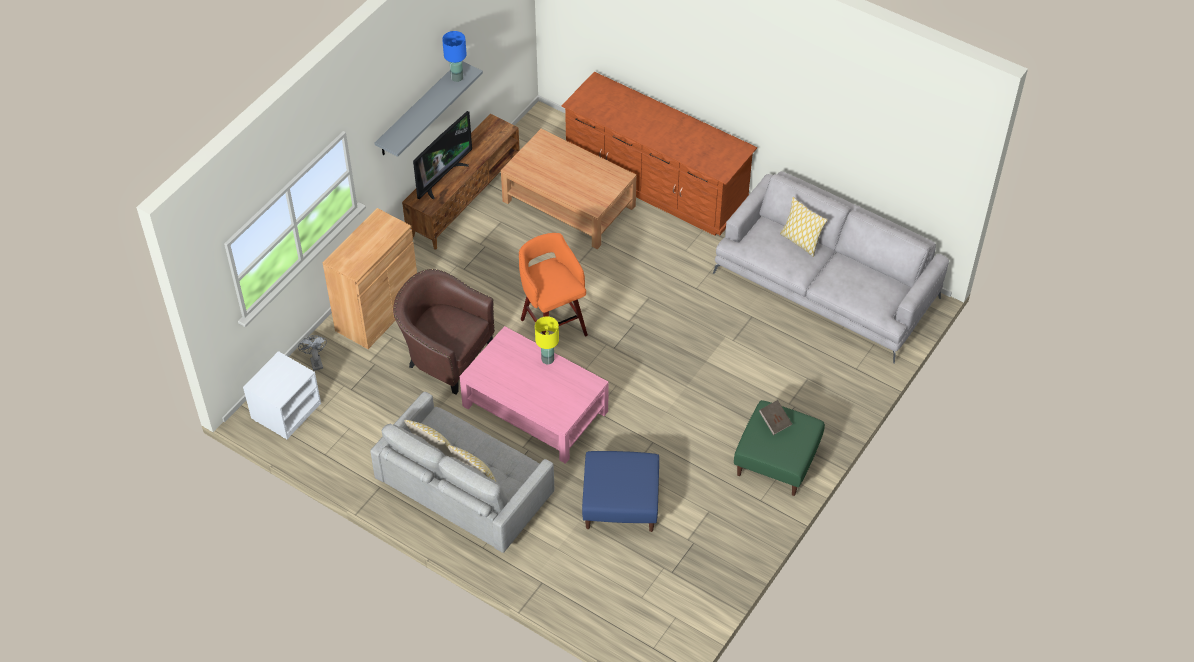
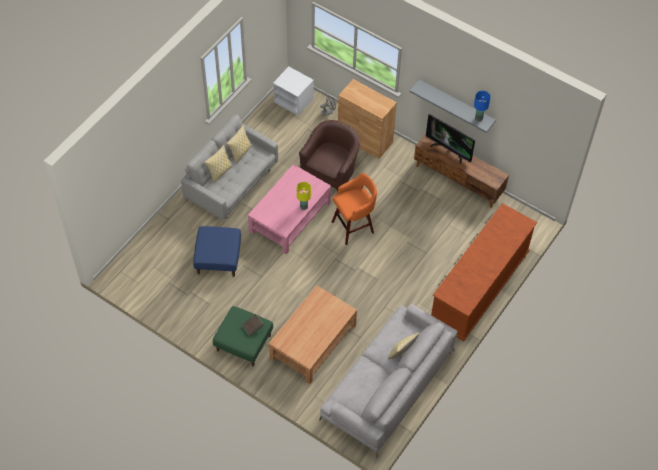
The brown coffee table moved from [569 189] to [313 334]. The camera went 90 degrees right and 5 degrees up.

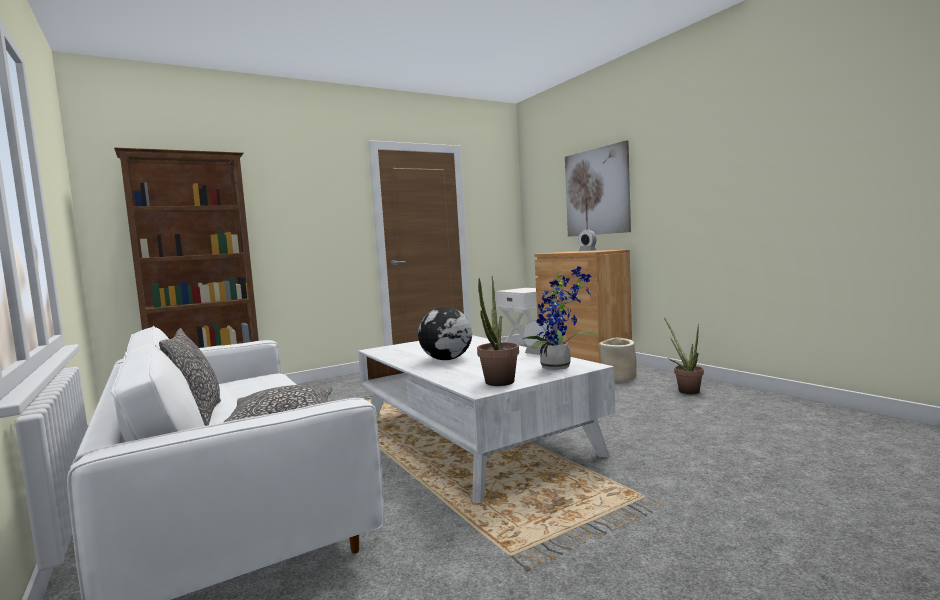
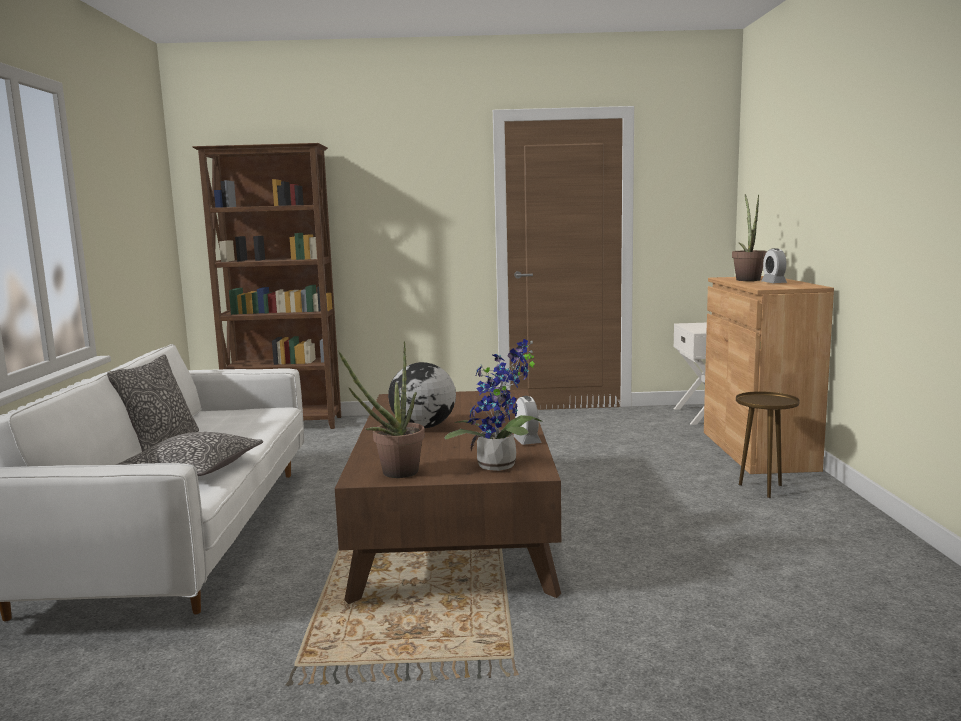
The white coffee table at [486 419] became the brown coffee table at [448 496]. The potted plant moved from [684 356] to [749 237]. The beige planter at [618 359] was replaced by the brown side table at [768 445]. The picture at [598 188] disappeared. The camera went 30 degrees right and 5 degrees up.

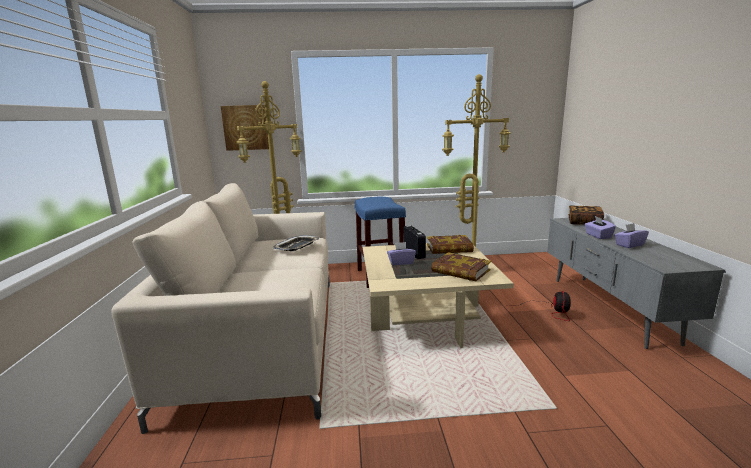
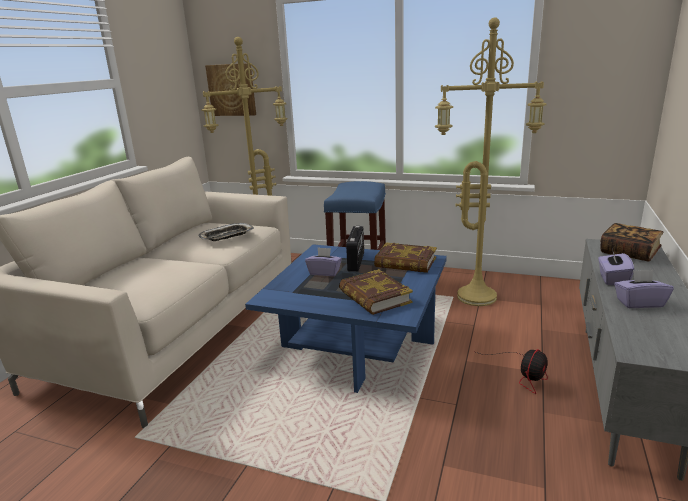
The beige coffee table at [438 295] became the blue coffee table at [346 318]. The camera went 25 degrees right and 5 degrees up.

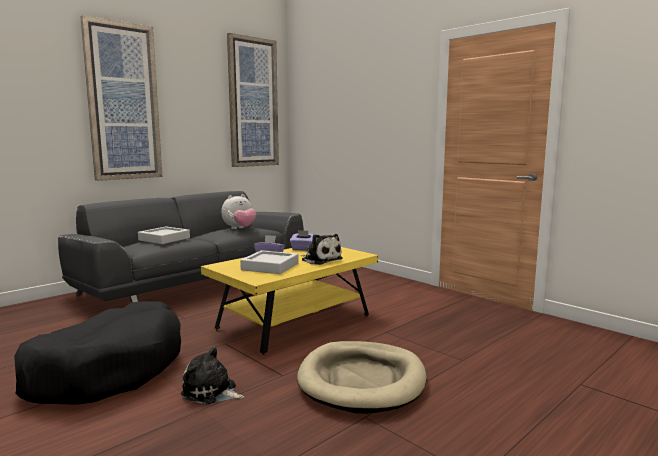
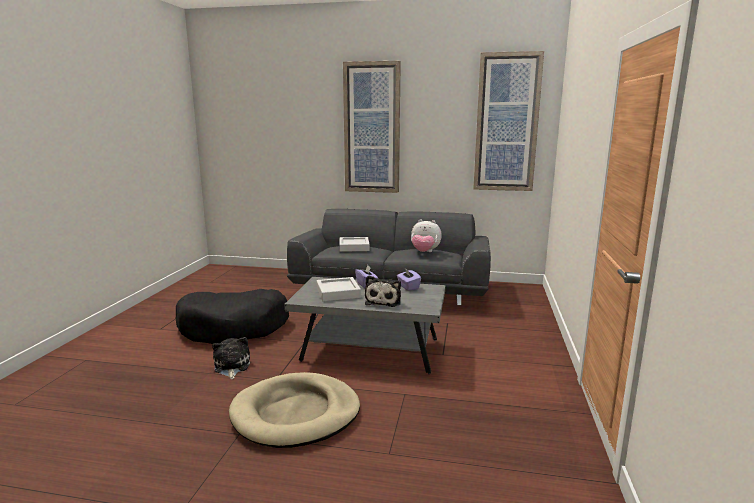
The yellow coffee table at [289 301] became the grey coffee table at [365 325]. The camera went 55 degrees right and 5 degrees up.

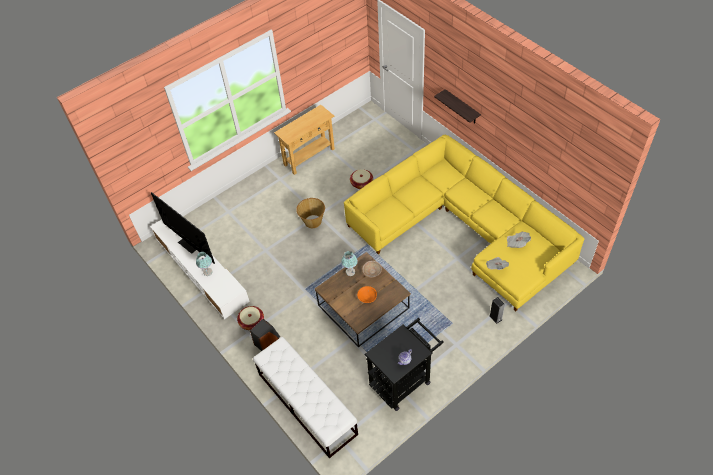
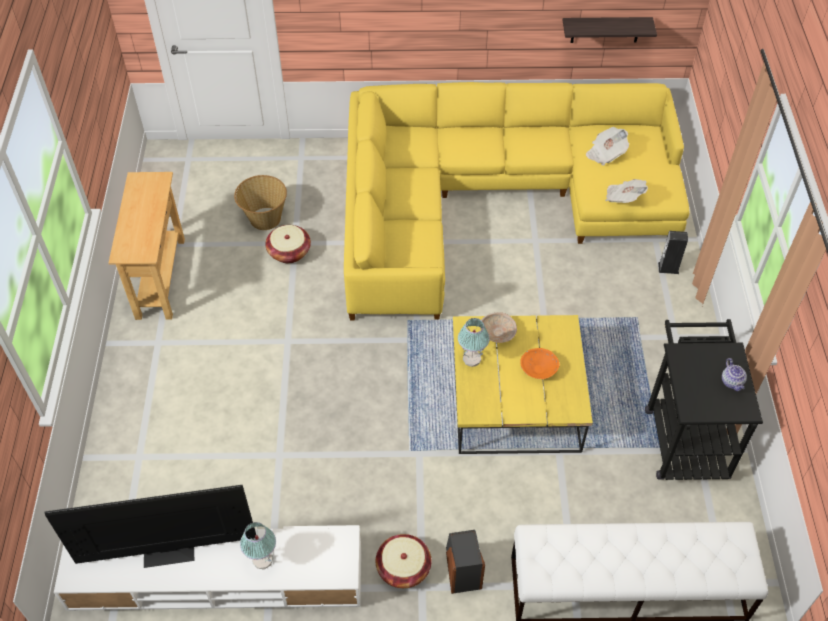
The basket moved from [310 213] to [260 202]. The brown coffee table at [363 299] became the yellow coffee table at [523 384]. The shelf moved from [457 106] to [609 30]. The camera went 55 degrees left and 0 degrees up.

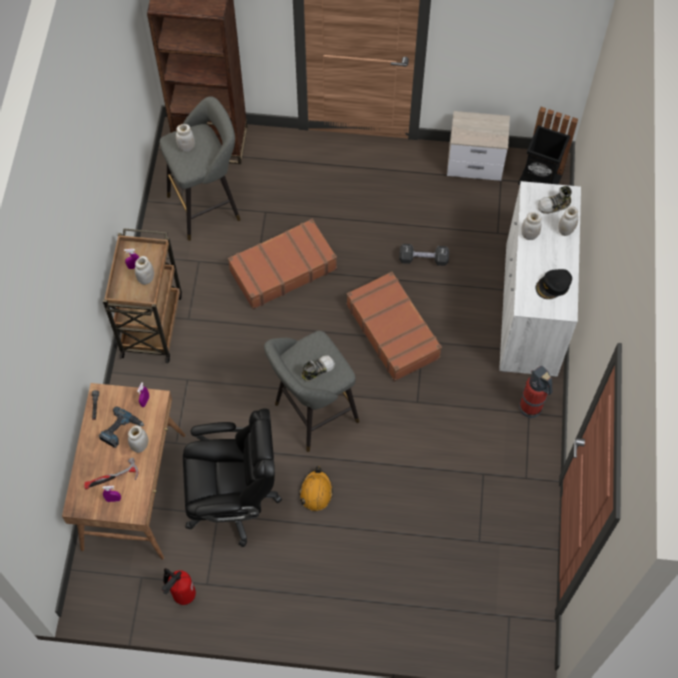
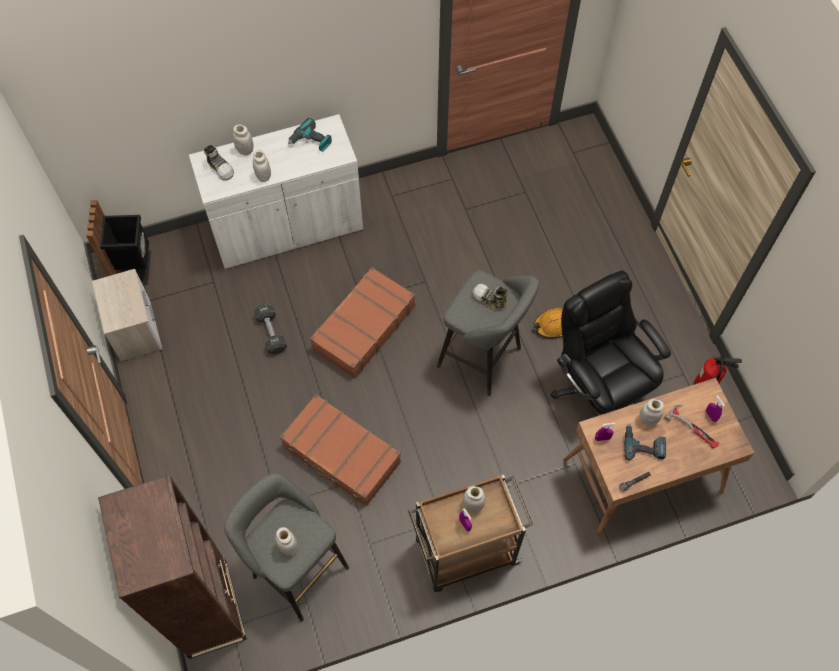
The black cap at [554 284] was replaced by the power drill at [310 135]. The fire extinguisher at [535 392] disappeared. The camera went 115 degrees left and 0 degrees up.

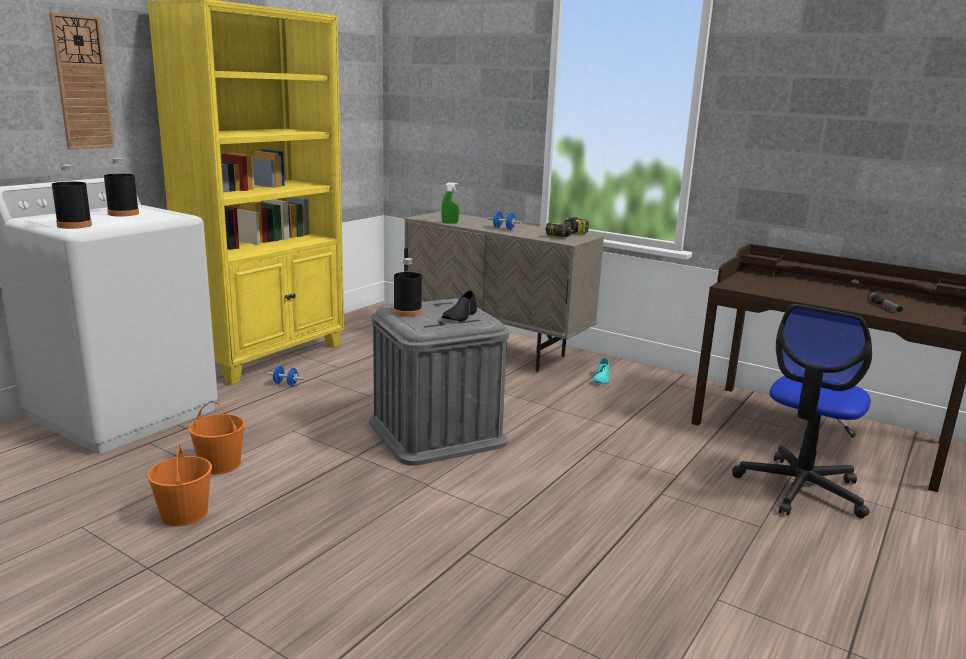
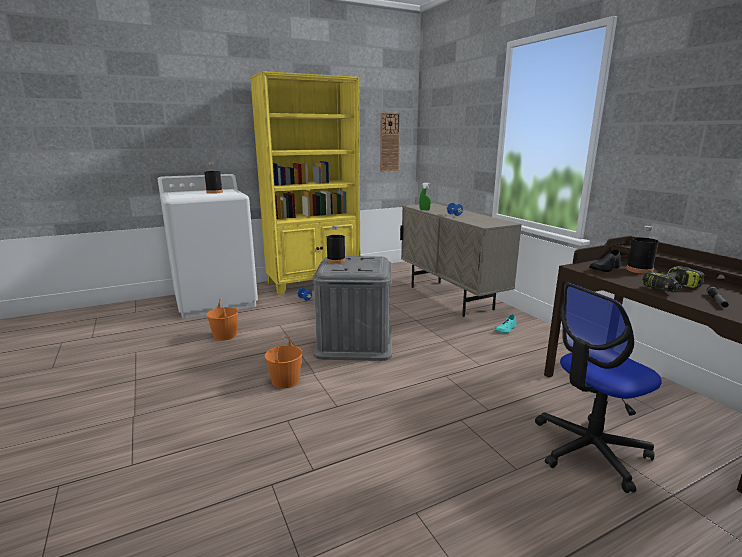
The orange bucket moved from [179 484] to [284 362]. The wall clock moved from [82 81] to [390 141]. The black shoe moved from [459 305] to [605 260]. The black bottle moved from [72 197] to [642 250]. The power drill moved from [567 227] to [673 279]. The camera went 30 degrees right and 0 degrees up.

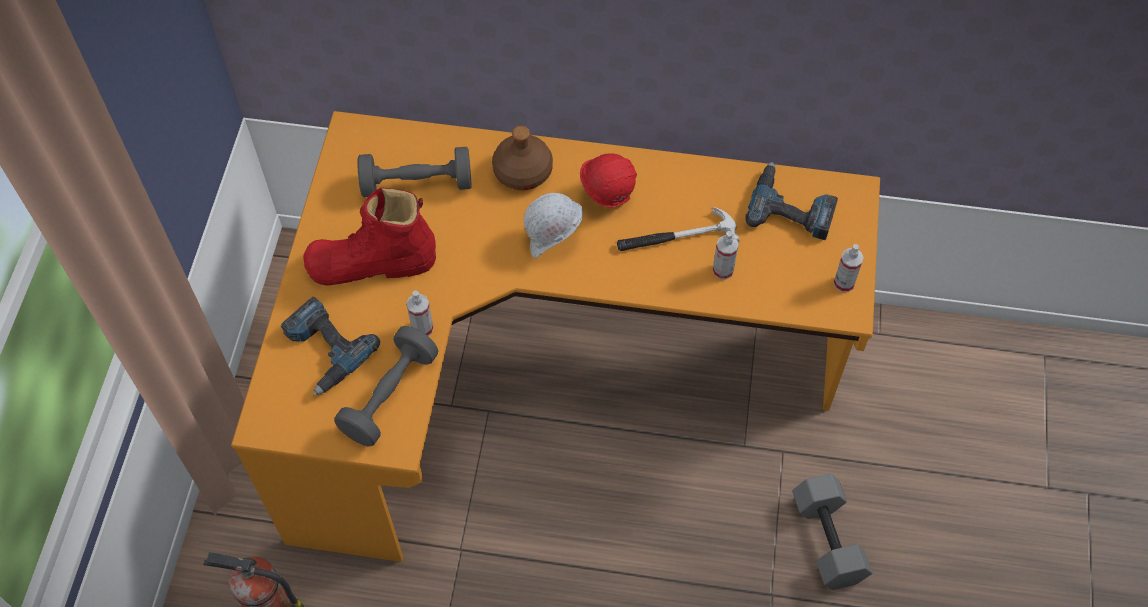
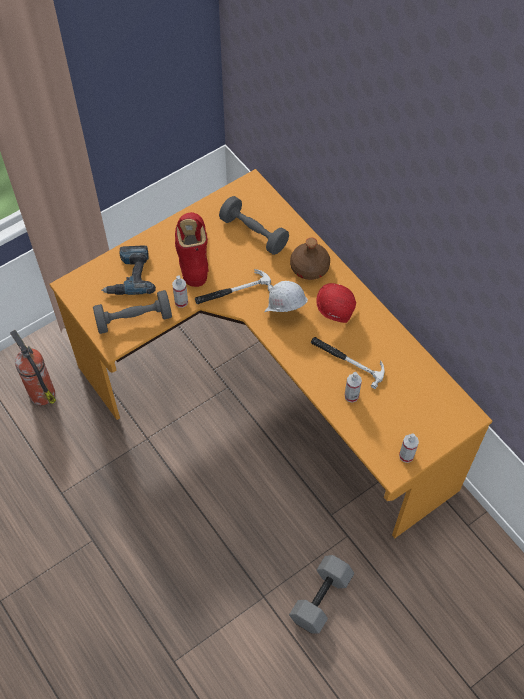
The red boot at [369 236] turned 45 degrees clockwise. The hammer at [234 286] appeared. The power drill at [791 201] disappeared. The camera went 45 degrees right and 0 degrees up.

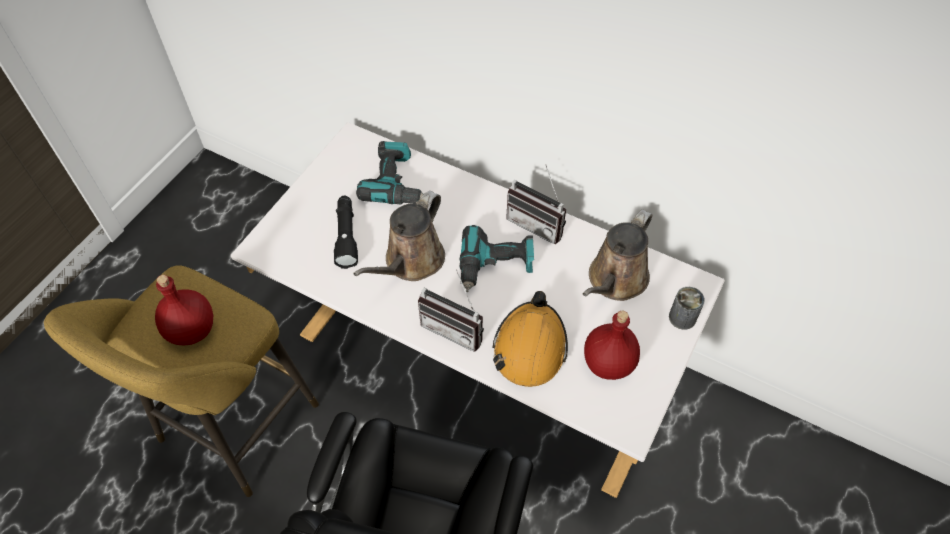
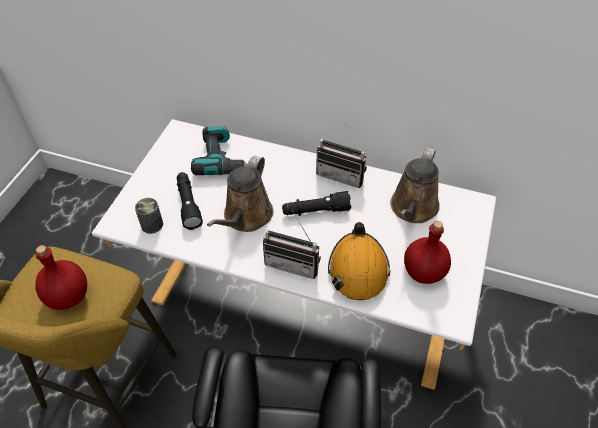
The can moved from [687 308] to [149 216]. The power drill at [496 258] was replaced by the black flashlight at [316 203]. The camera went 10 degrees left and 5 degrees down.

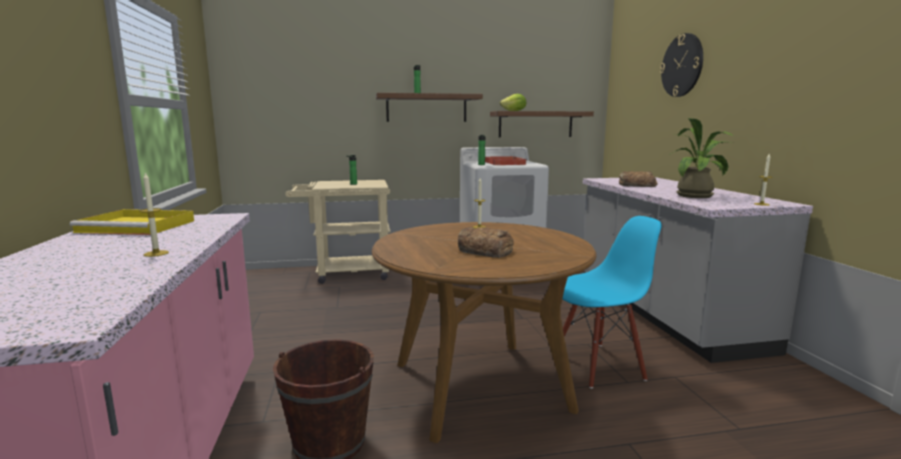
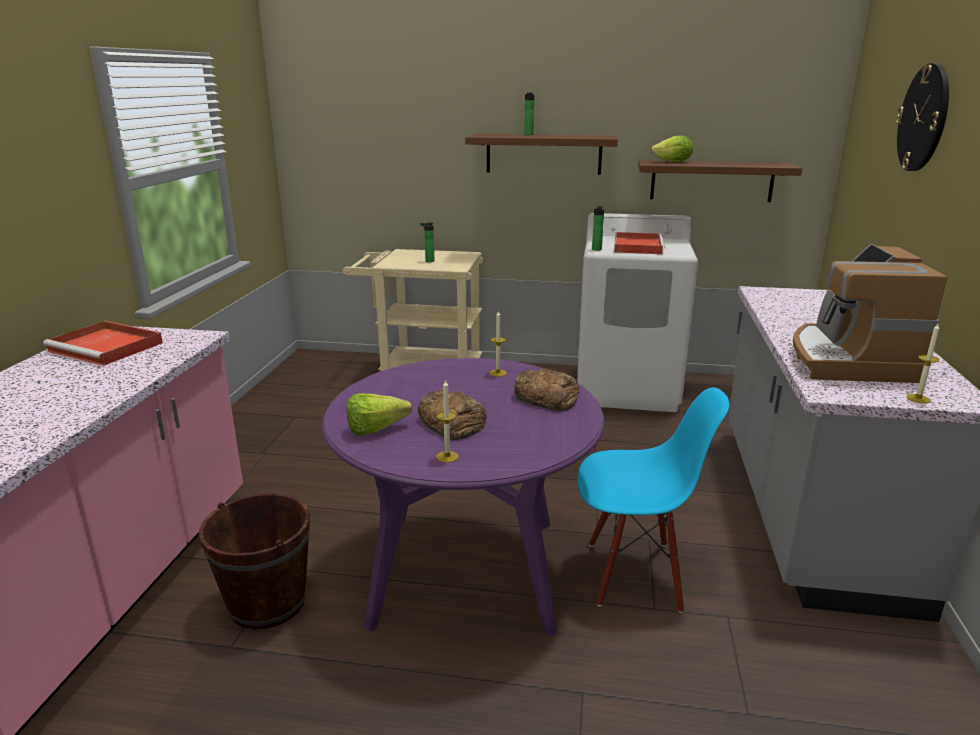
The yellow tray at [132 222] became the red tray at [103 343]. The brown dining table at [484 332] became the purple dining table at [463 497]. The lettuce at [380 414] appeared. The candle moved from [154 215] to [447 421]. The bread moved from [638 179] to [546 390]. The potted plant at [701 158] was replaced by the coffee machine at [870 313]. The camera went 20 degrees right and 10 degrees up.

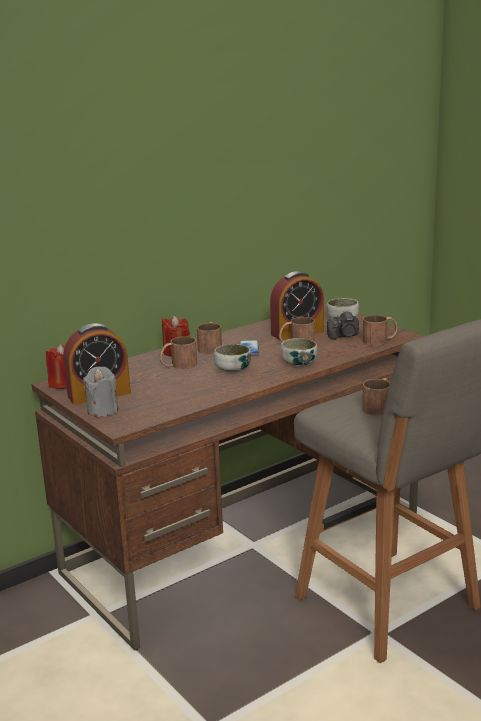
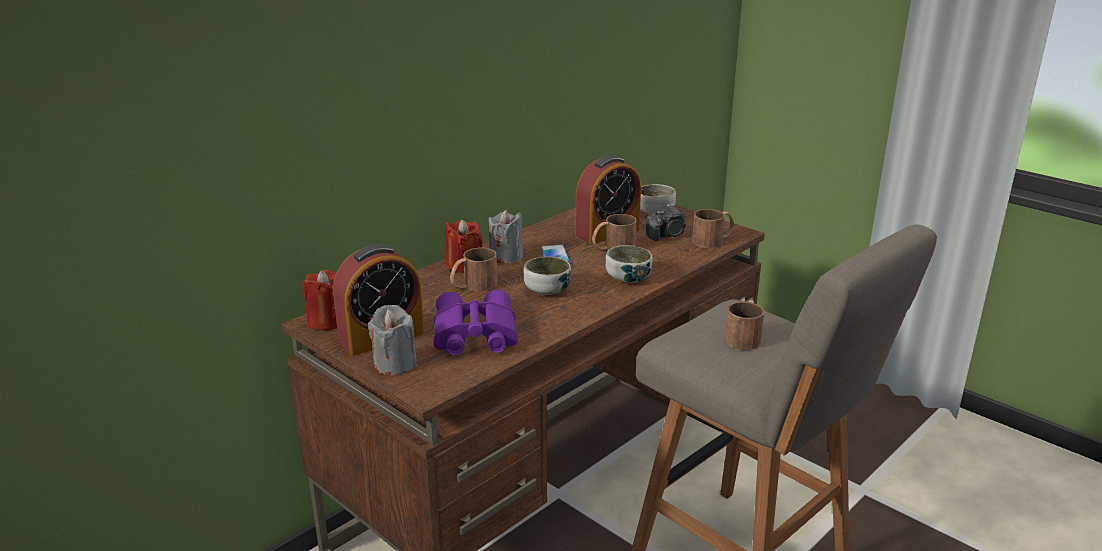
The purple binoculars at [476 322] appeared. The brown mug at [209 338] was replaced by the grey candle at [506 236]. The camera went 10 degrees left and 5 degrees up.

